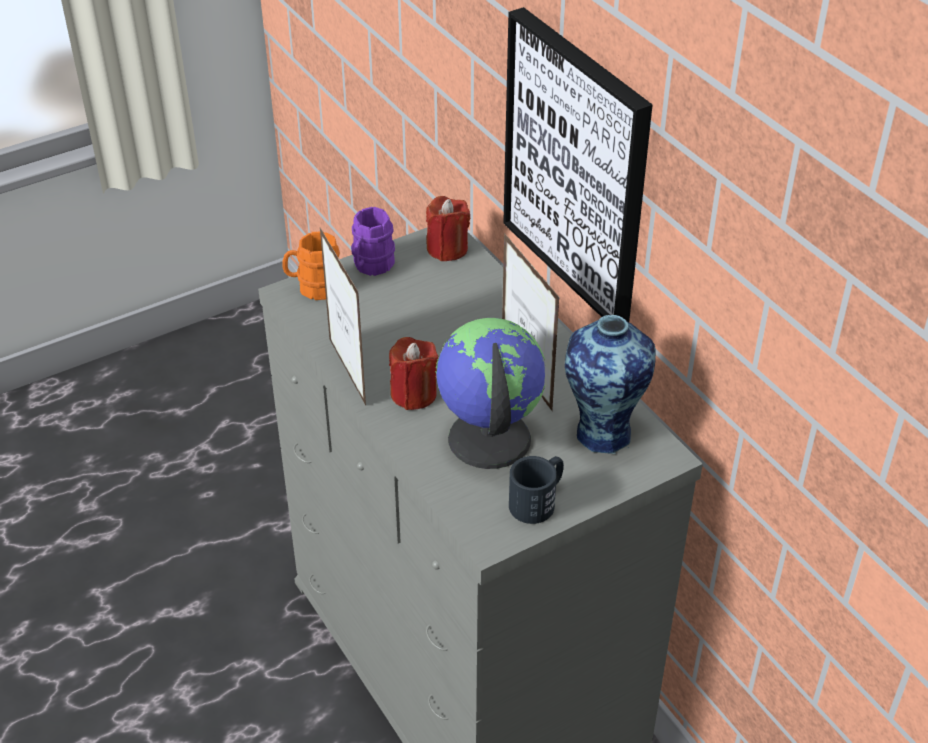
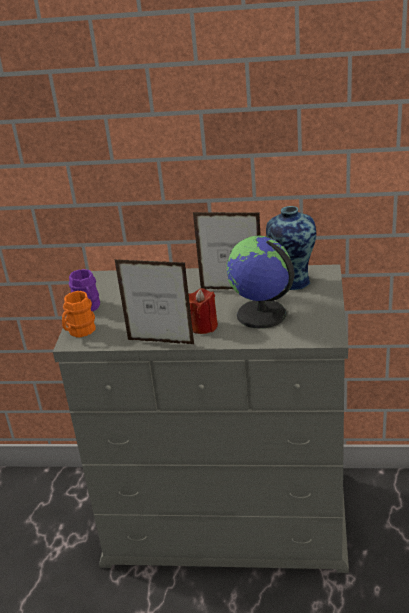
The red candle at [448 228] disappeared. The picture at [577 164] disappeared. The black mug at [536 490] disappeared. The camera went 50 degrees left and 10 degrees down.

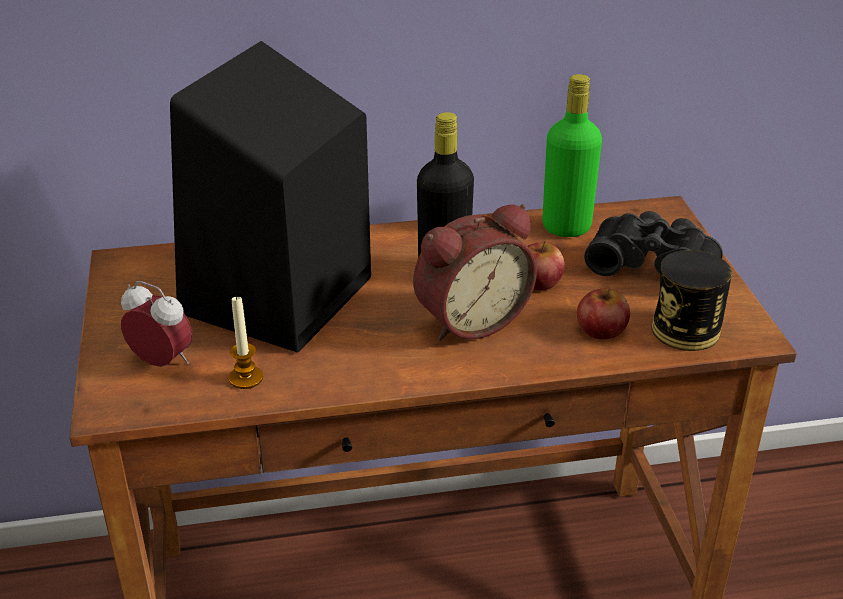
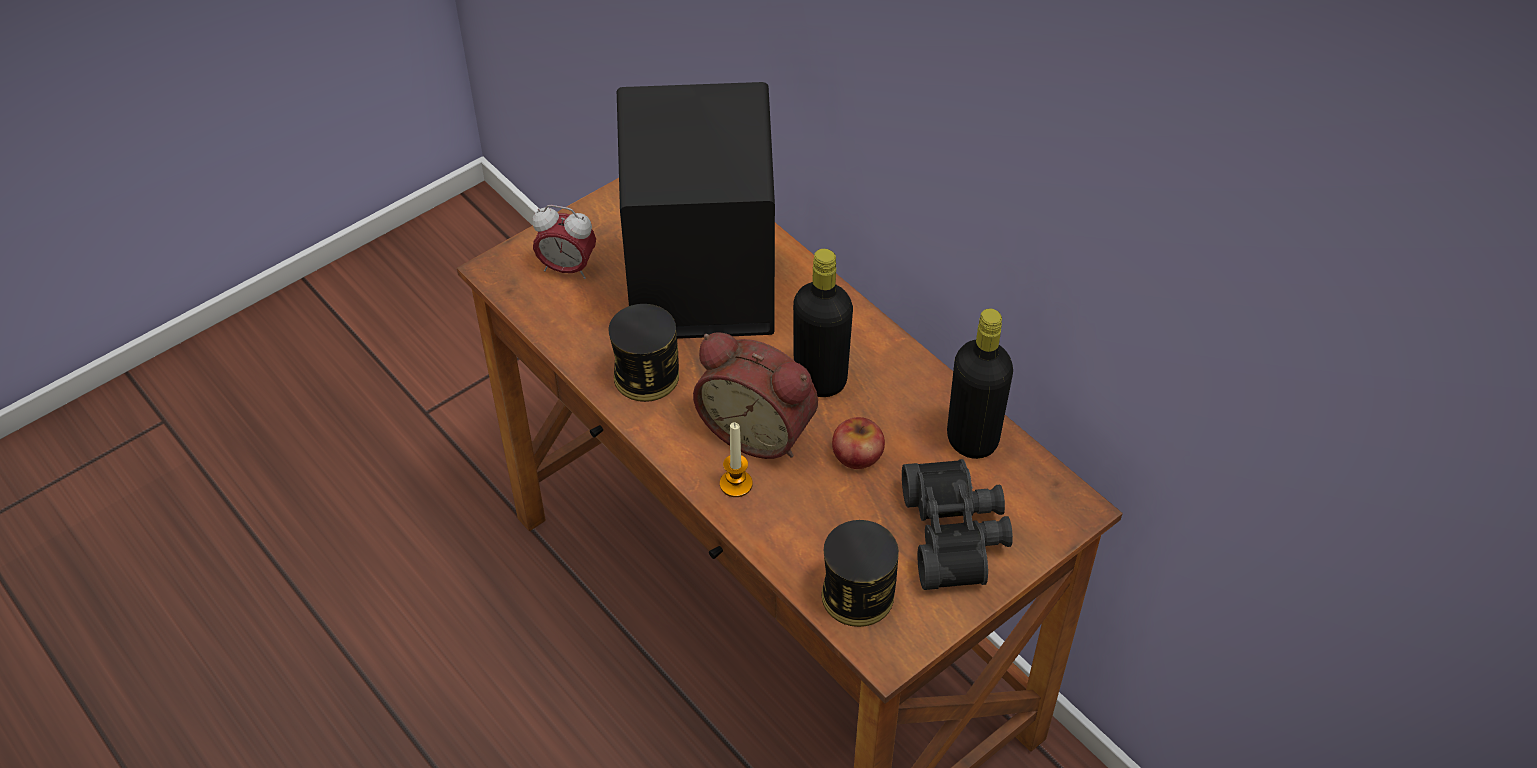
The alarm clock at [156 324] turned 105 degrees clockwise. The can at [644 353] appeared. The candle moved from [246 342] to [736 459]. The green bottle at [572 155] became the black bottle at [980 383]. The apple at [603 313] disappeared. The camera went 60 degrees right and 15 degrees up.

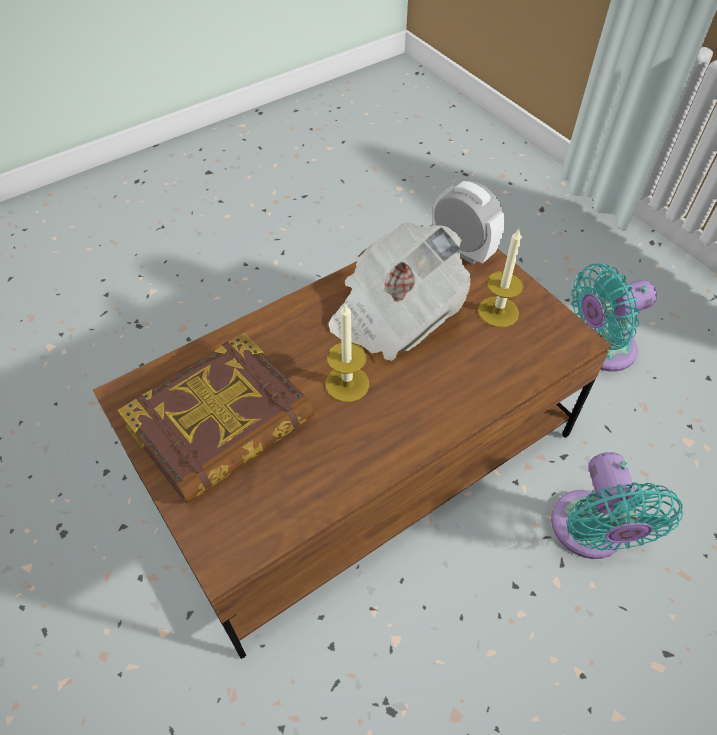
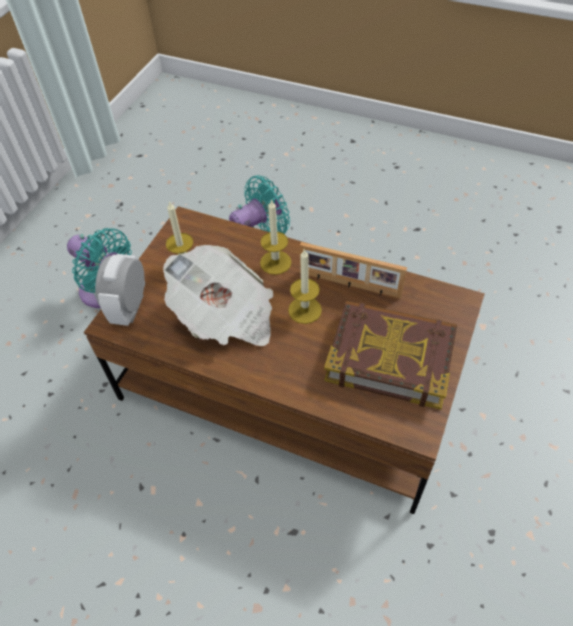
The candle at [276 237] appeared. The picture frame at [353 270] appeared. The camera went 120 degrees left and 0 degrees up.

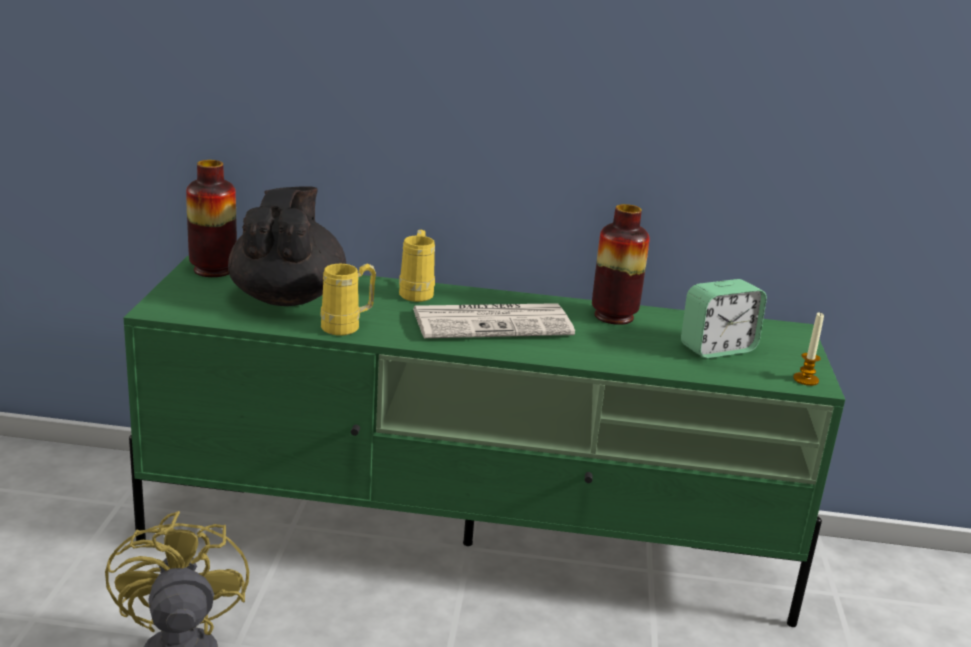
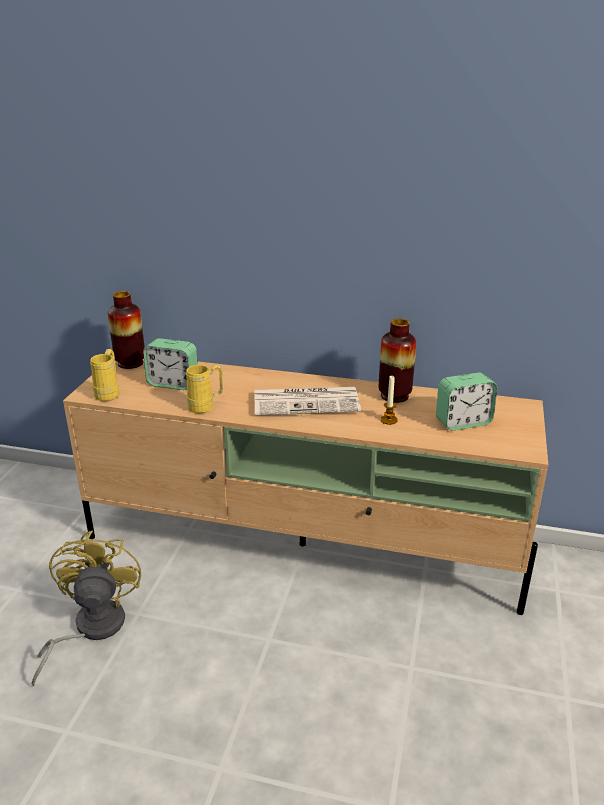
The green tv stand at [484 441] became the beige tv stand at [305 487]. The yellow mug moved from [417 266] to [105 375]. The black teapot at [287 246] was replaced by the alarm clock at [170 364]. The candle moved from [808 349] to [389 400]. The camera went 10 degrees right and 5 degrees up.

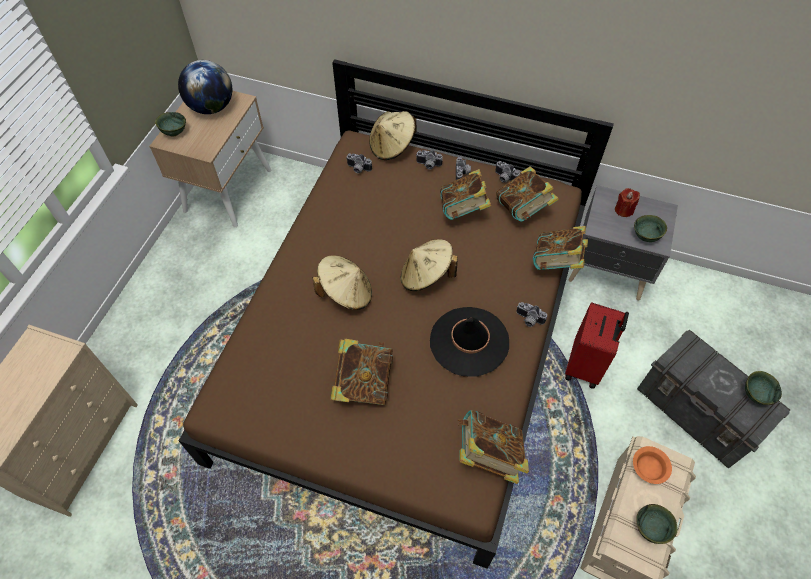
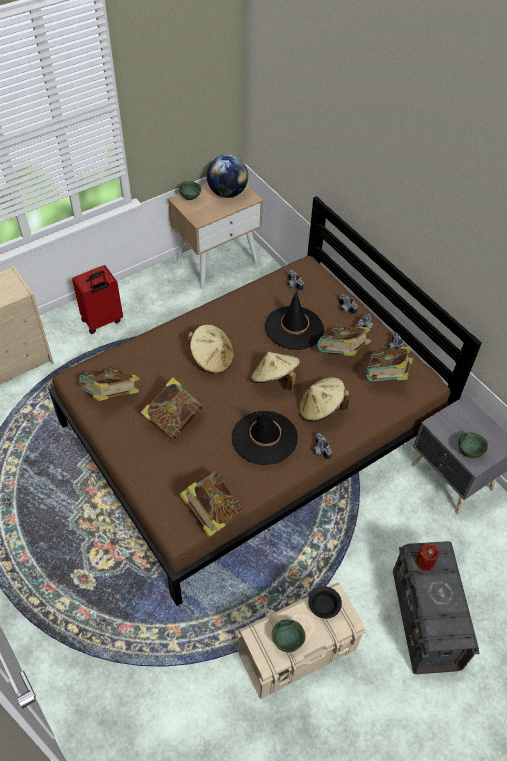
The red suitcase moved from [597 345] to [97 299]. The book moved from [560 248] to [108 384]. The black hat at [294 319] appeared. The beige hat moved from [392 135] to [324 399]. The orange bowl at [652 465] became the black bowl at [325 602]. The red candle moved from [627 202] to [427 557]. The green bowl at [763 388] disappeared. The camera went 35 degrees right and 5 degrees down.

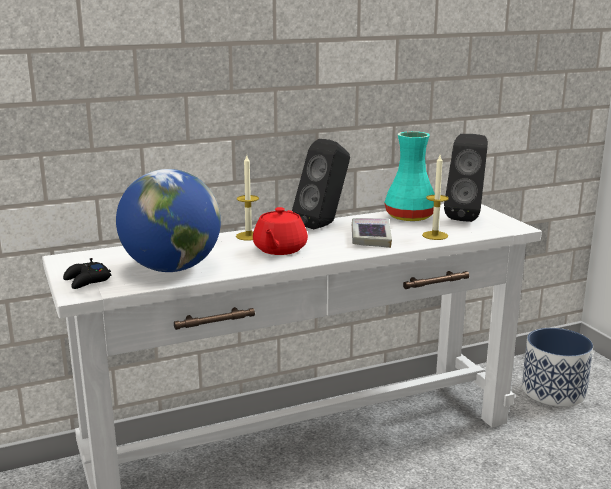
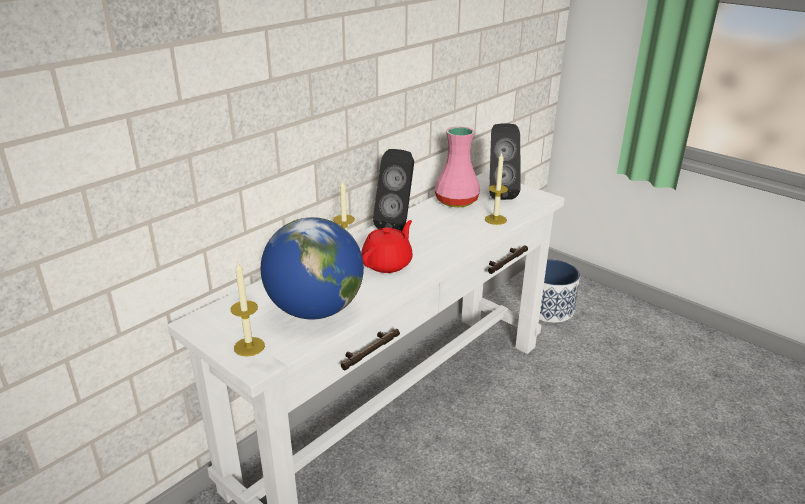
The black game controller at [87 273] was replaced by the candle at [248 310]. The red teapot at [280 231] turned 135 degrees counterclockwise. The turquoise vase at [409 176] became the pink vase at [457 167]. The book at [371 233] disappeared. The camera went 25 degrees left and 10 degrees up.

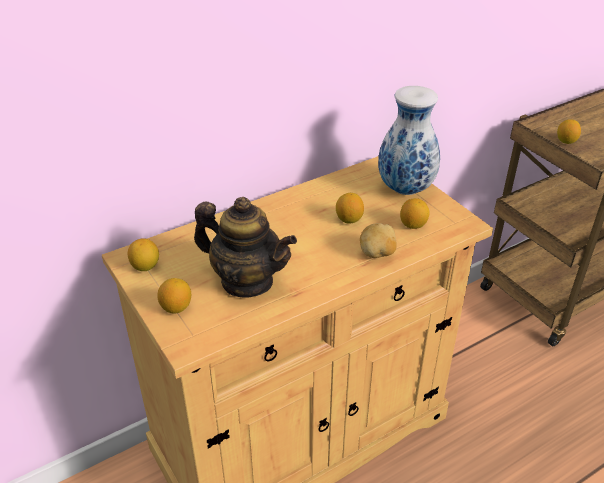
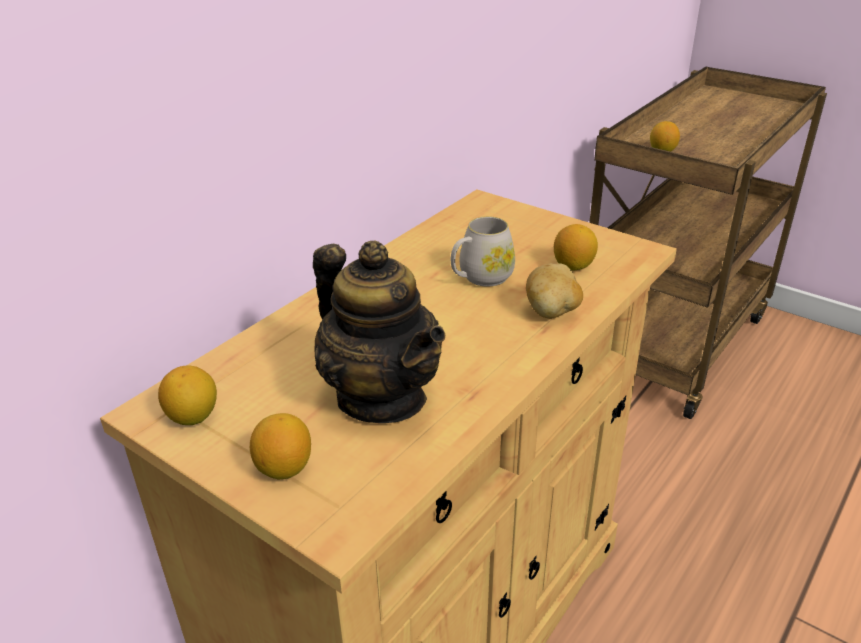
The teapot at [245 247] turned 45 degrees clockwise. The lemon at [350 208] was replaced by the white mug at [483 251]. The vase at [409 140] disappeared. The camera went 20 degrees left and 5 degrees down.

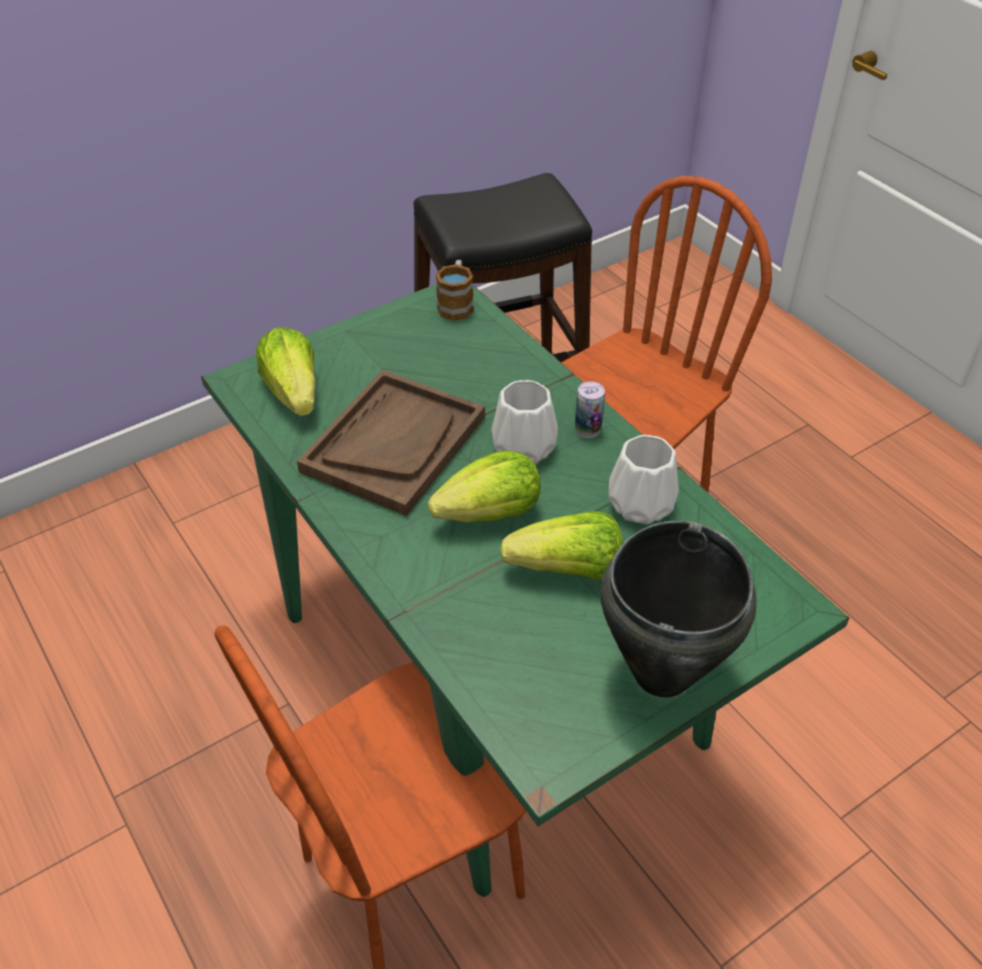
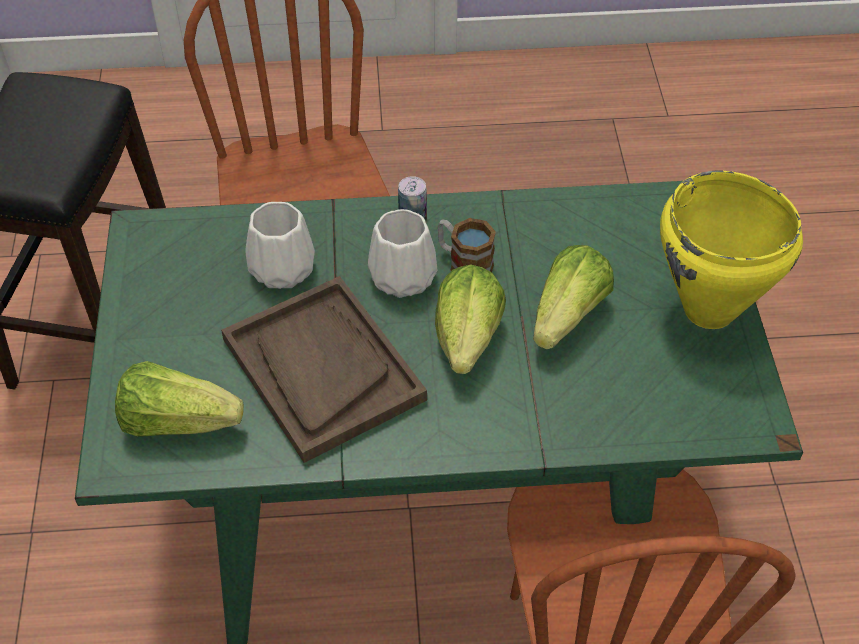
The white vase moved from [644 479] to [280 245]. The mug moved from [455 290] to [467 245]. The black cooking pot at [678 609] became the yellow cooking pot at [731 249]. The camera went 60 degrees left and 5 degrees up.

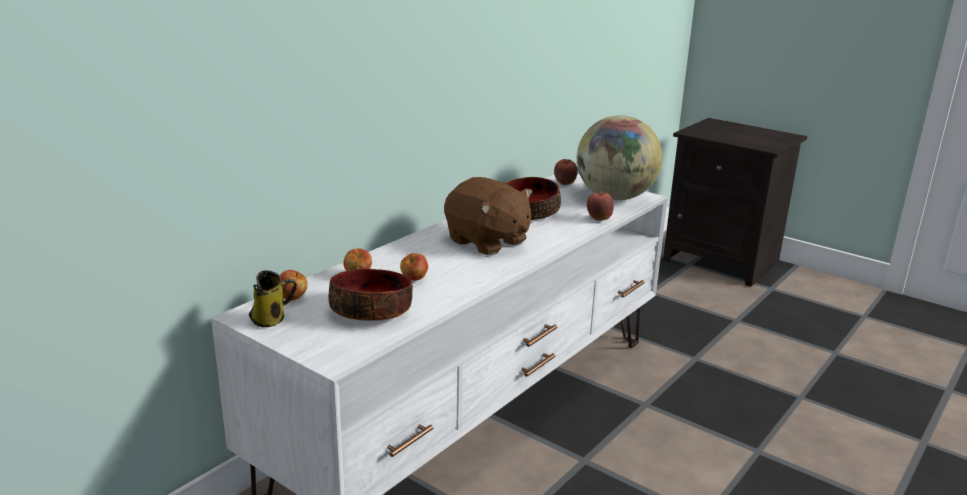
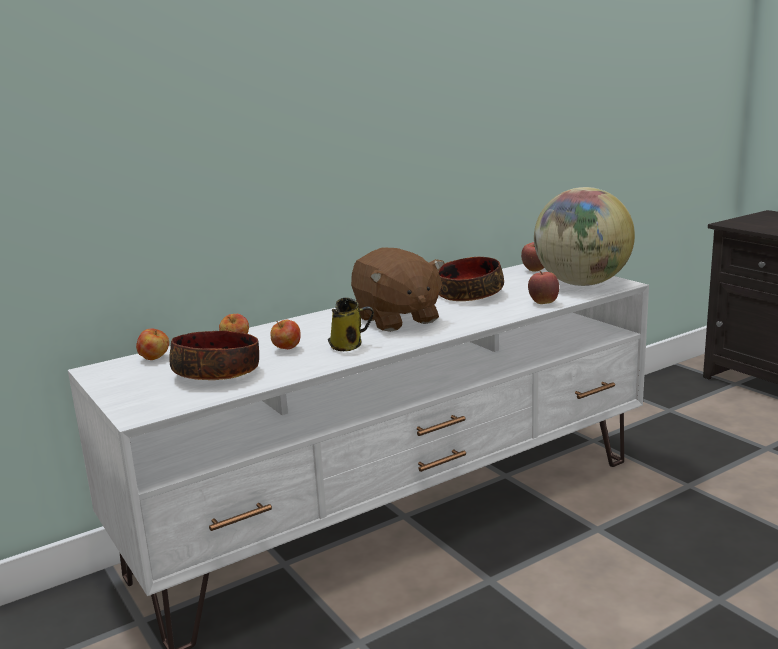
The mug moved from [273 298] to [351 324]. The camera went 20 degrees right and 5 degrees down.

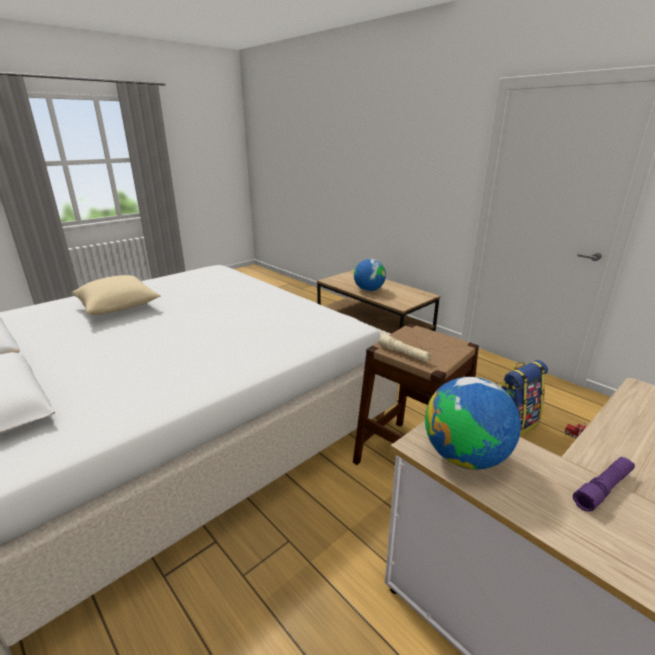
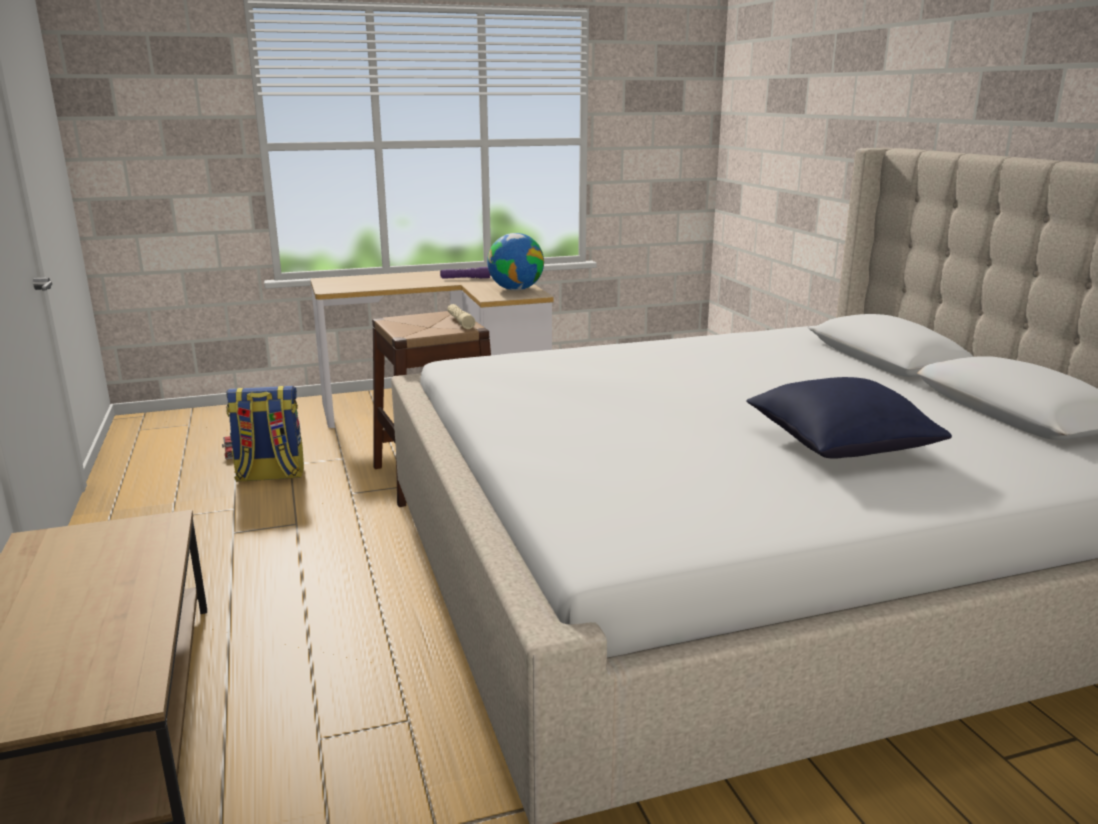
The beige pillow at [116 295] became the blue pillow at [849 418]. The globe at [370 275] disappeared. The camera went 155 degrees left and 5 degrees down.

